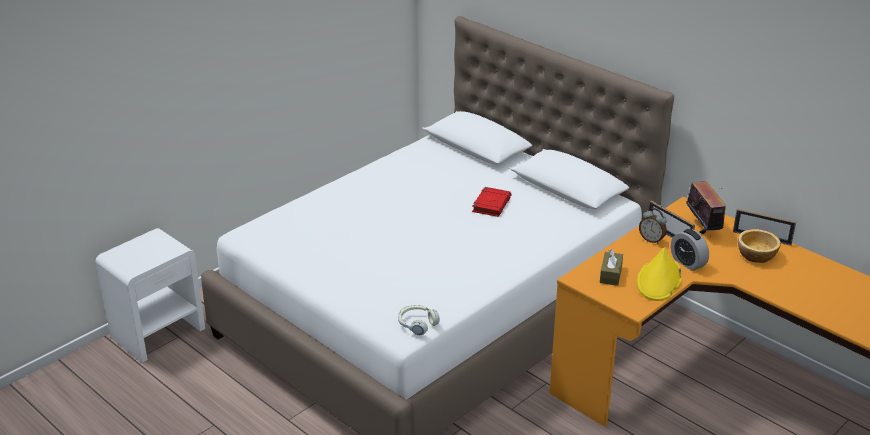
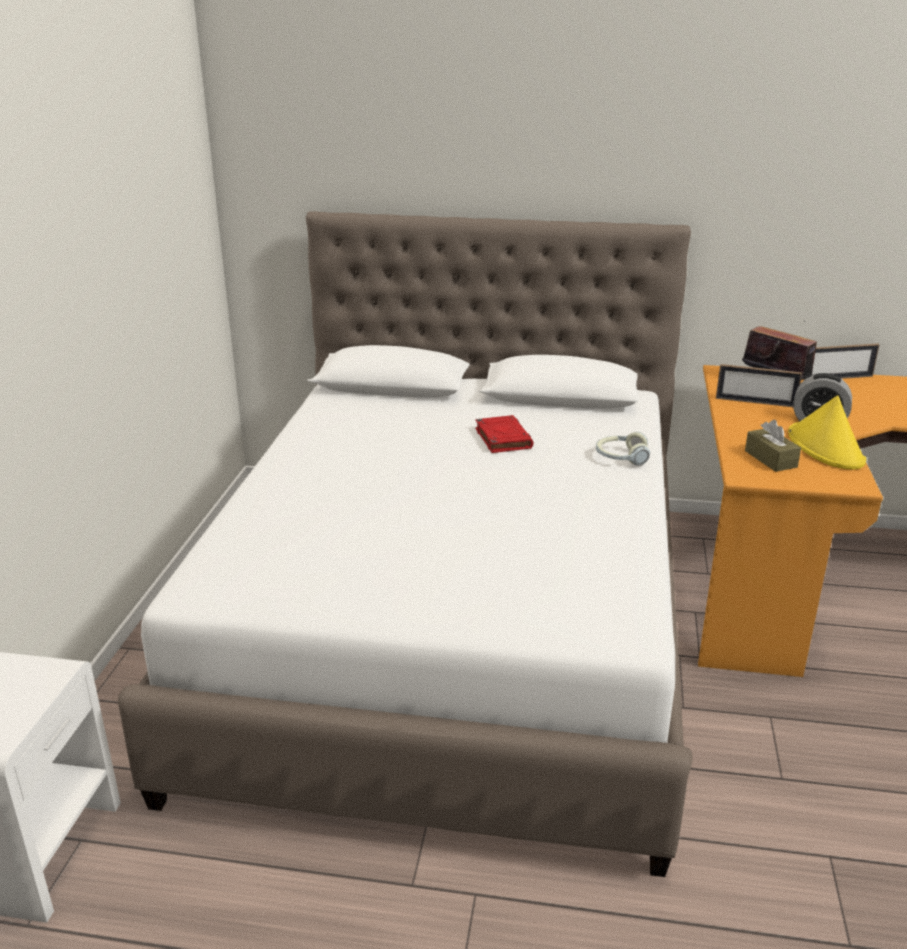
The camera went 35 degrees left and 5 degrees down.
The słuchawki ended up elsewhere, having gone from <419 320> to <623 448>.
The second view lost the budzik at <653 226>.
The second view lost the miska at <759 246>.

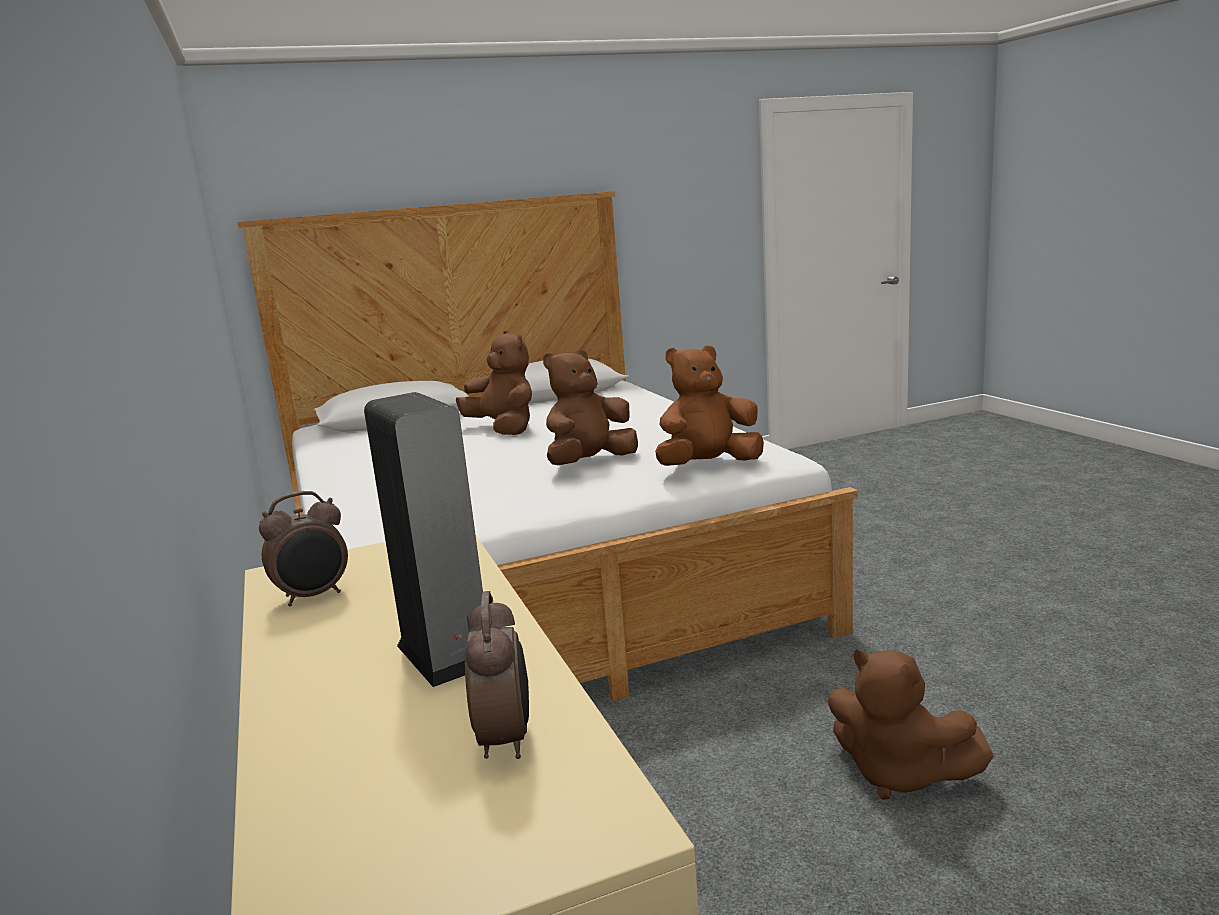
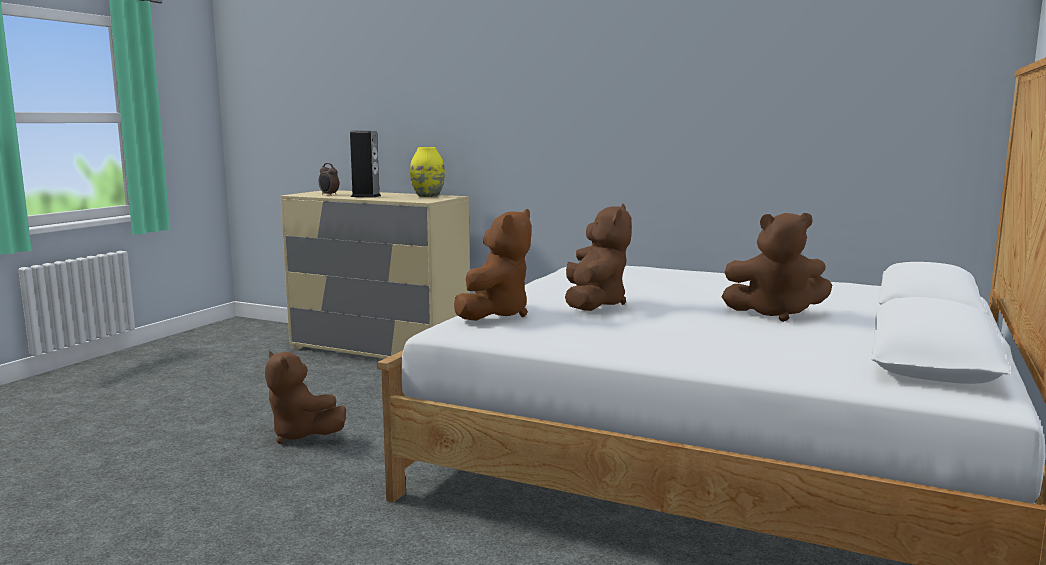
The camera went 135 degrees right and 5 degrees down.
The pluszak [brązowy] at <911 724> ended up facing another way, 135 degrees counterclockwise from before.
Where the budzik stood at <303 548>, the wazon [żółty] came to stand at <427 172>.

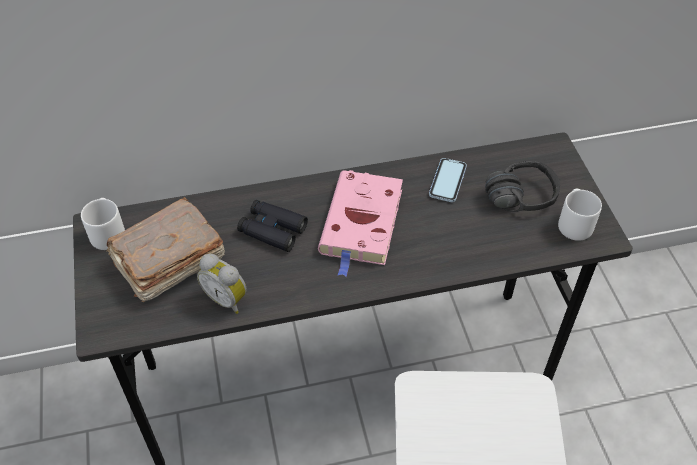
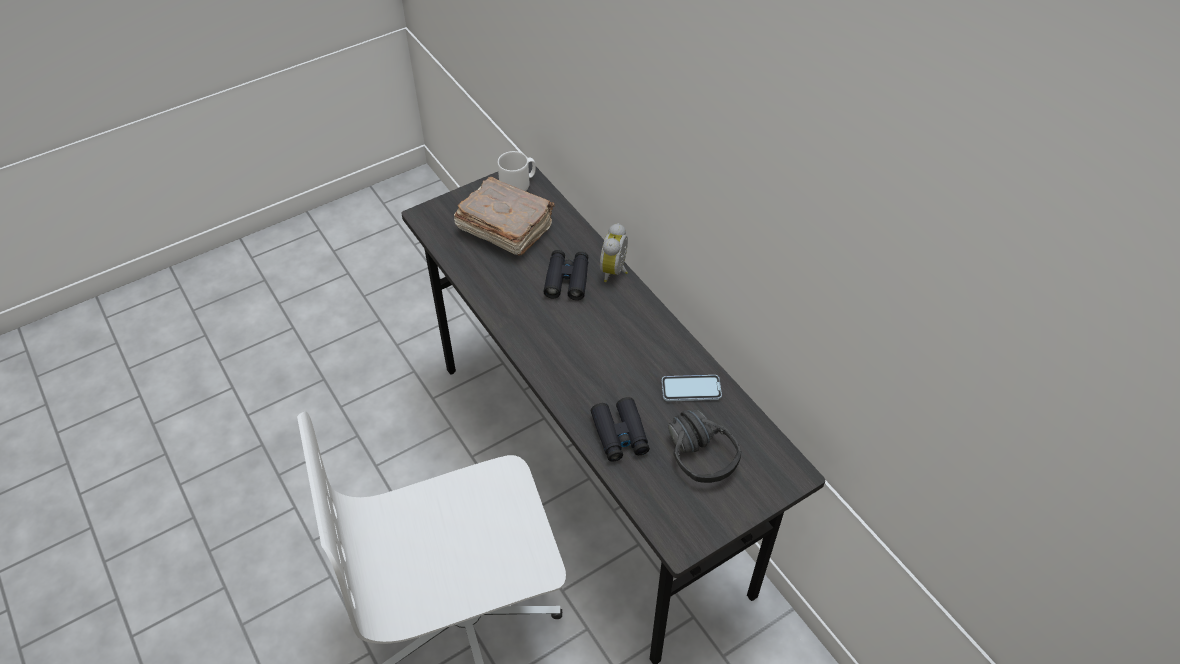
The camera went 70 degrees right and 0 degrees up.
The second view gained the lornetka [czarny] at <620 429>.
The budzik ended up elsewhere, having gone from <222 284> to <614 252>.
The second view lost the książka [różowy] at <360 223>.
The second view lost the kubek [biały] at <580 215>.

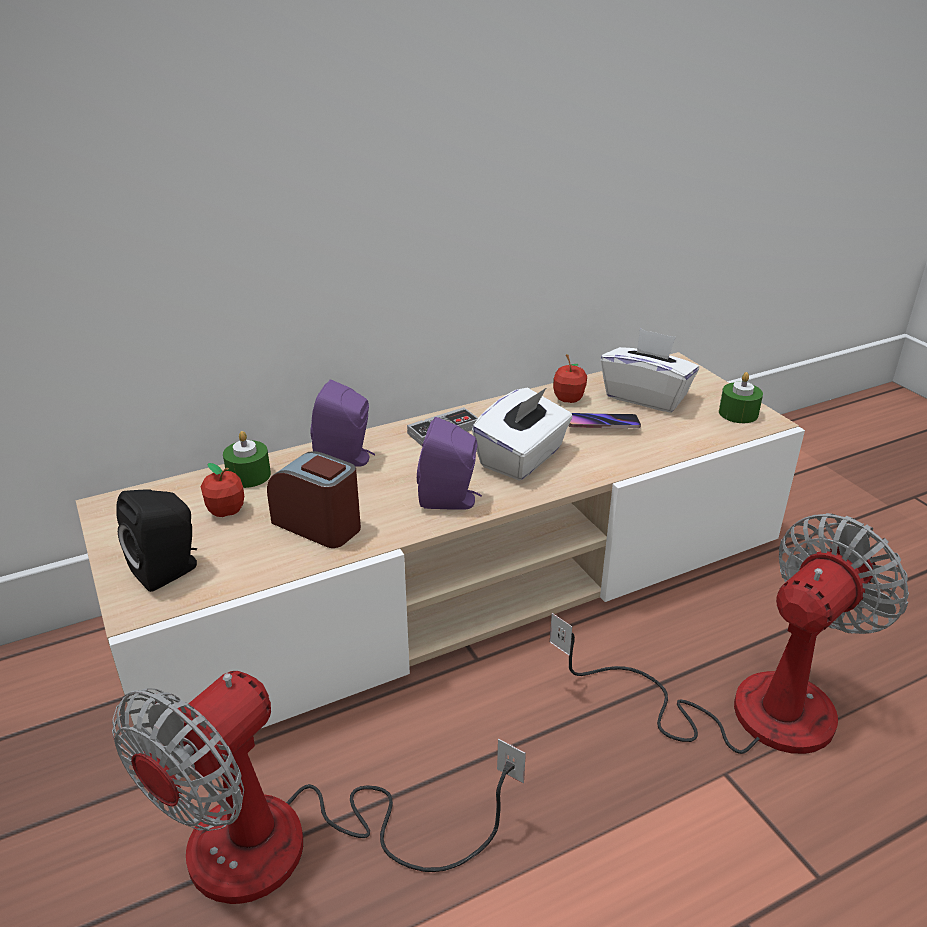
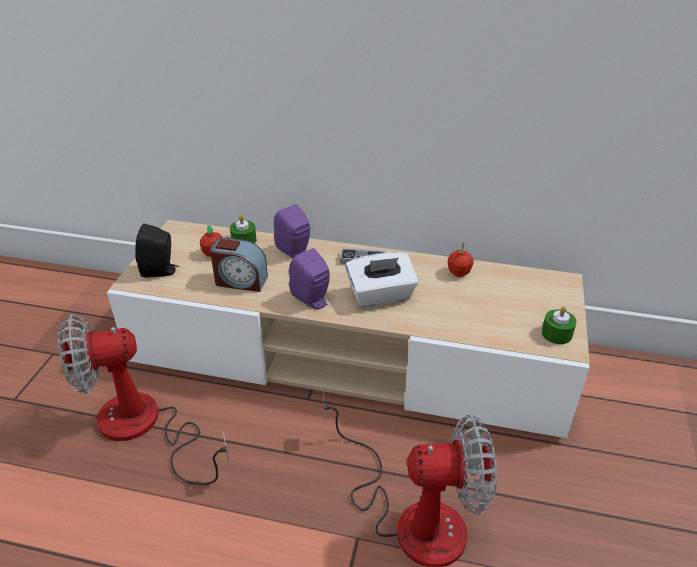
The camera went 40 degrees right and 5 degrees up.
The budzik at <314 499> ended up facing another way, 120 degrees clockwise from before.
The second view lost the telefon at <604 421>.
The second view lost the pudełko chusteczek [biały] at <650 370>.

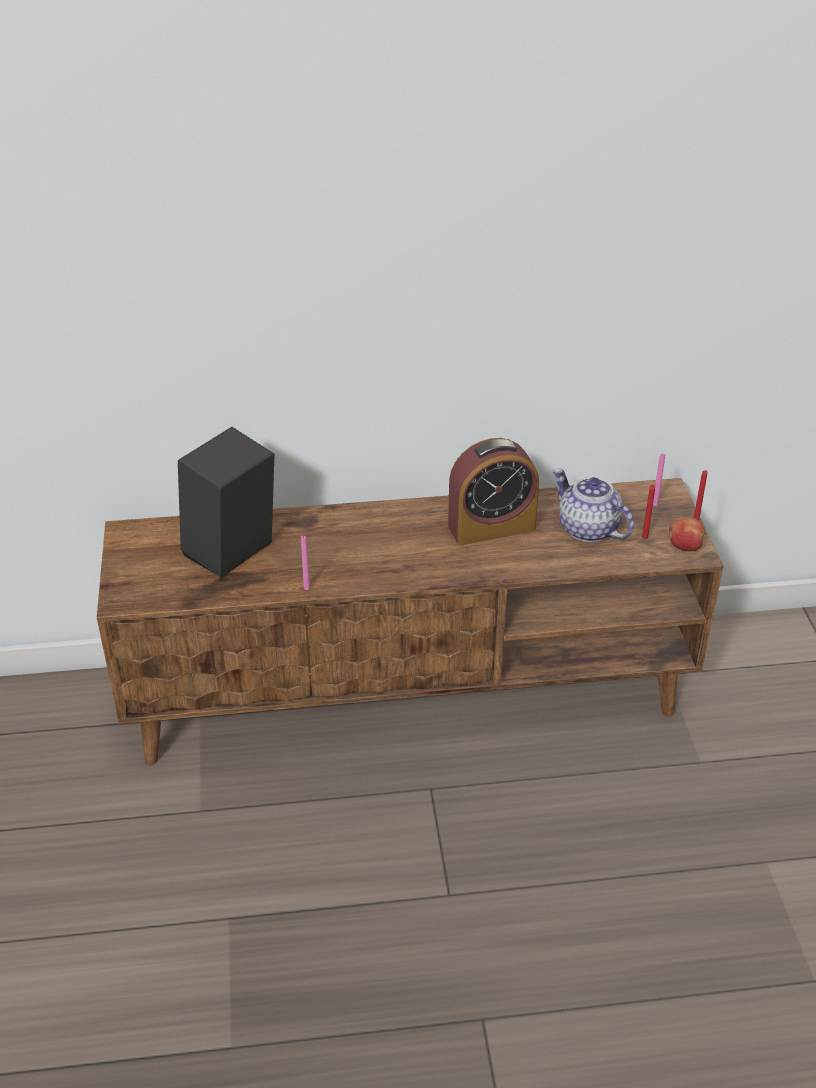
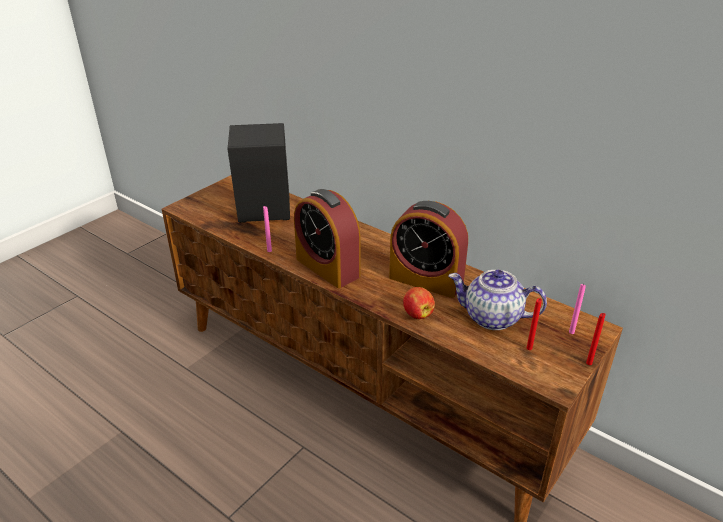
The camera went 45 degrees right and 5 degrees down.
The second view gained the budzik at <327 238>.
The jabłko ended up elsewhere, having gone from <686 534> to <419 303>.
The imbryk at <593 505> ended up facing another way, 75 degrees counterclockwise from before.

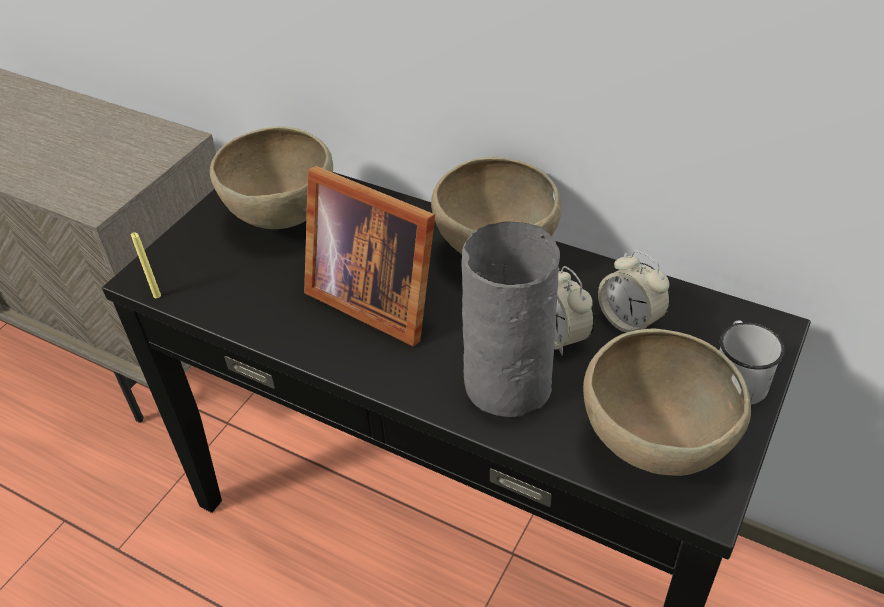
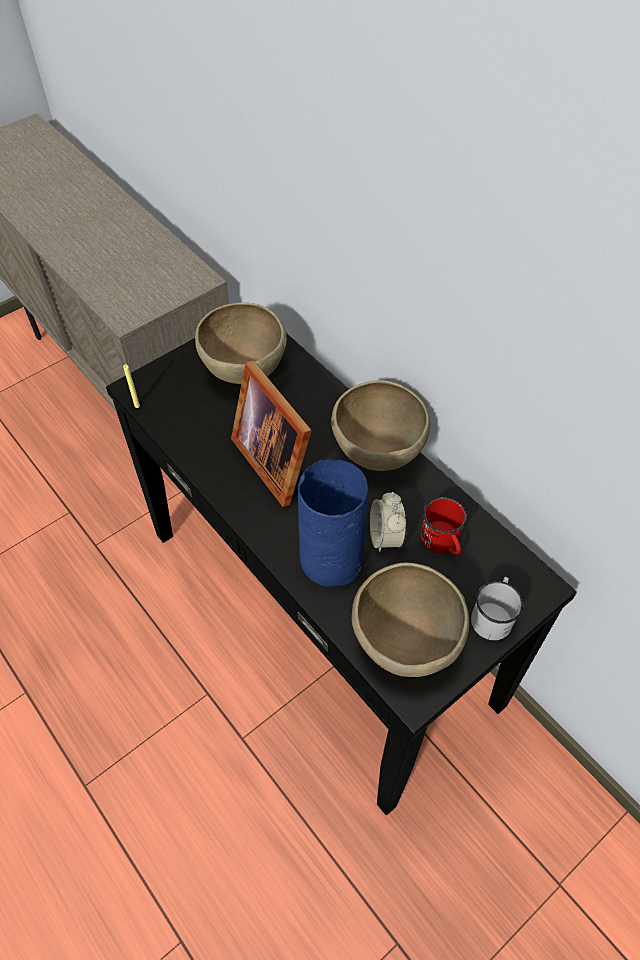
The camera went 20 degrees right and 10 degrees up.
What was the wazon [szary] at <510 319> turned into the wazon [niebieski] at <333 523>.
Where the budzik stood at <634 291>, the kubek [czerwony] came to stand at <444 526>.

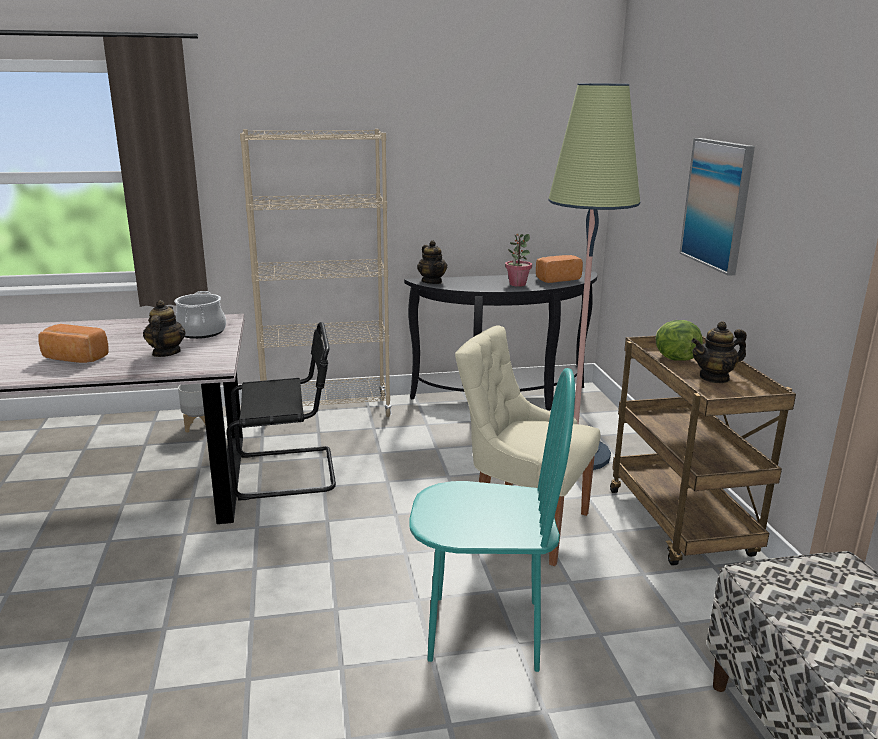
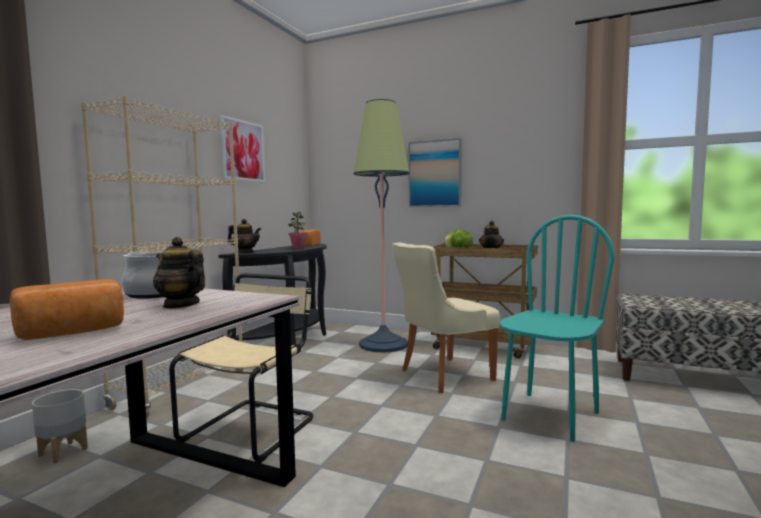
The camera went 55 degrees left and 15 degrees down.
What was the krzesło [czarny] at <281 411> turned into the krzesło [beżowy] at <241 368>.
The second view gained the obraz at <242 148>.

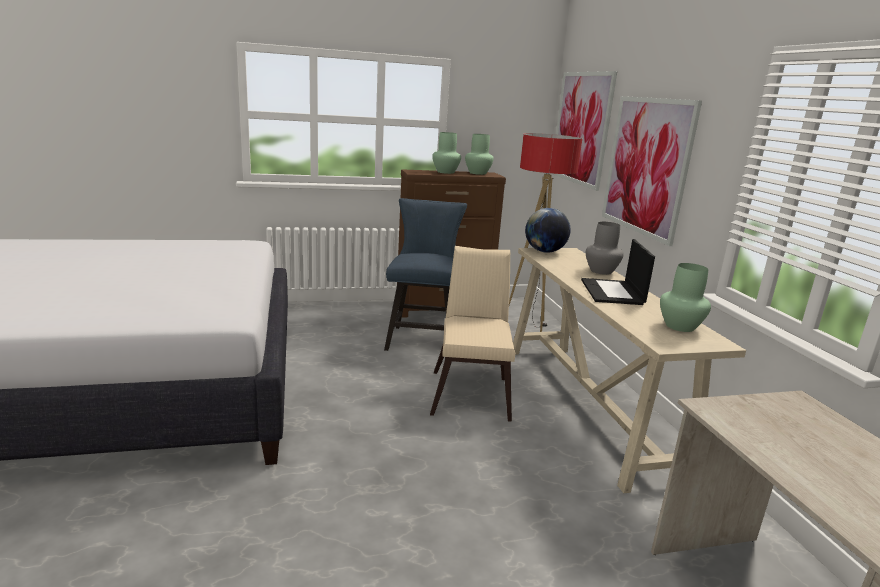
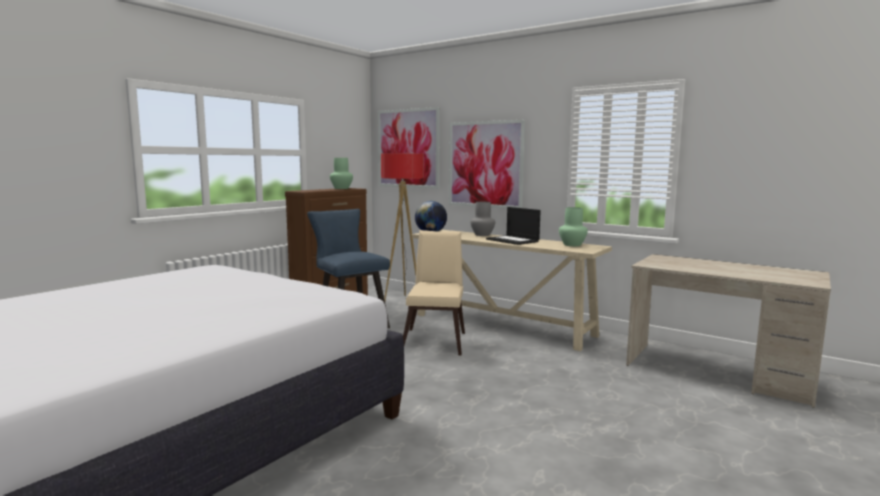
The camera went 40 degrees left and 10 degrees down.
The krzesło [beżowy] at <472 334> ended up facing another way, 45 degrees clockwise from before.
The second view lost the wazon [zielony] at <446 153>.

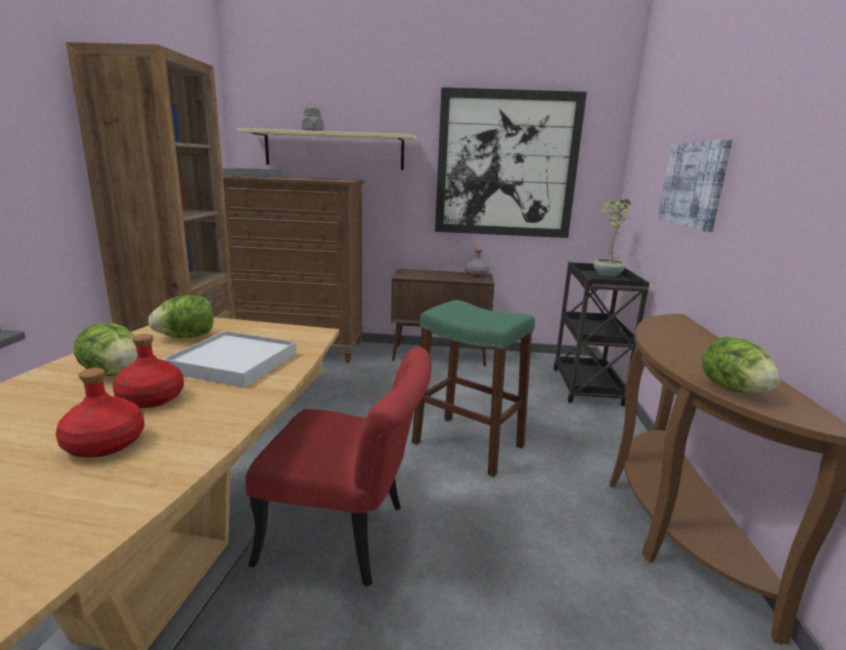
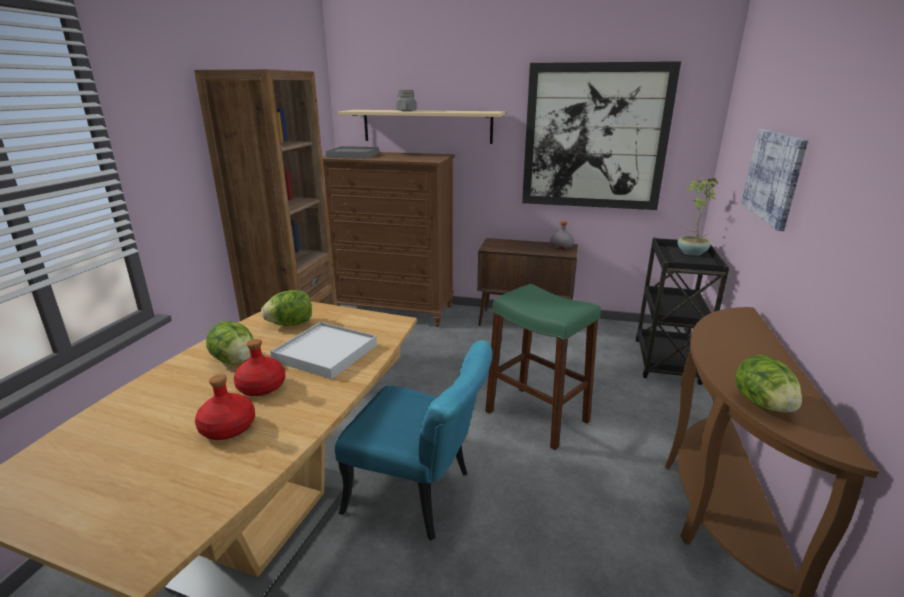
The camera went 10 degrees right and 5 degrees up.
What was the krzesło [czerwony] at <339 467> turned into the krzesło [turkusowy] at <413 440>.

